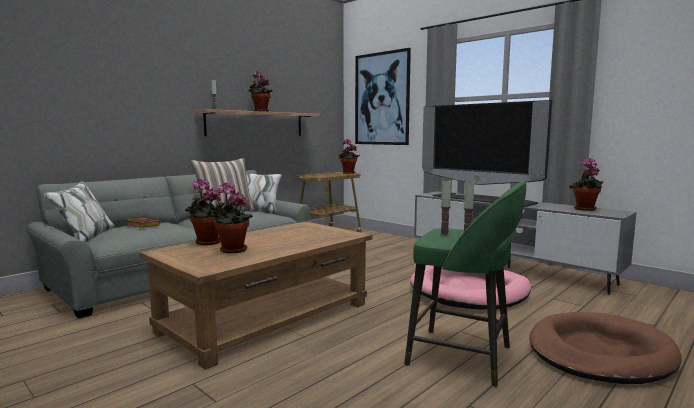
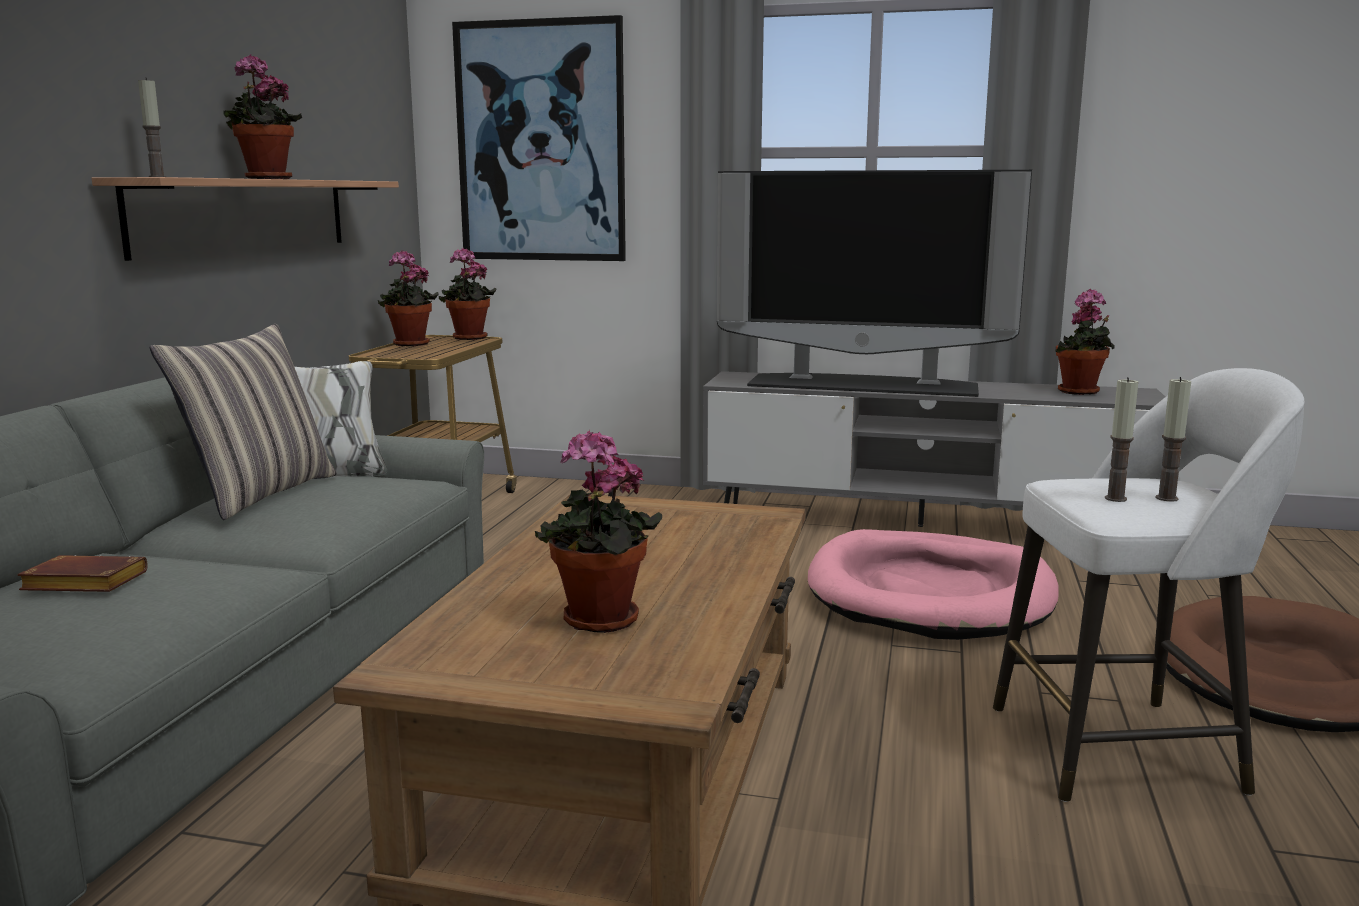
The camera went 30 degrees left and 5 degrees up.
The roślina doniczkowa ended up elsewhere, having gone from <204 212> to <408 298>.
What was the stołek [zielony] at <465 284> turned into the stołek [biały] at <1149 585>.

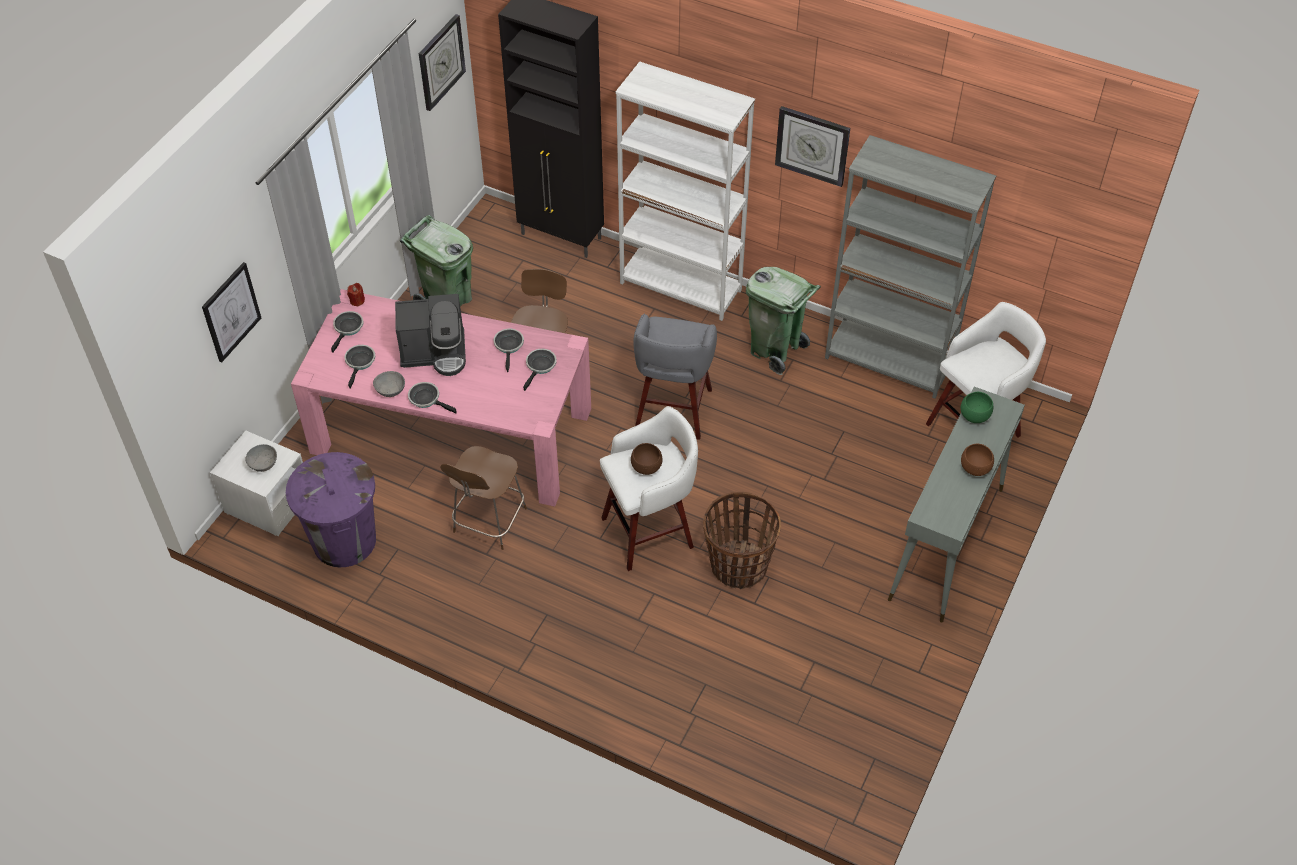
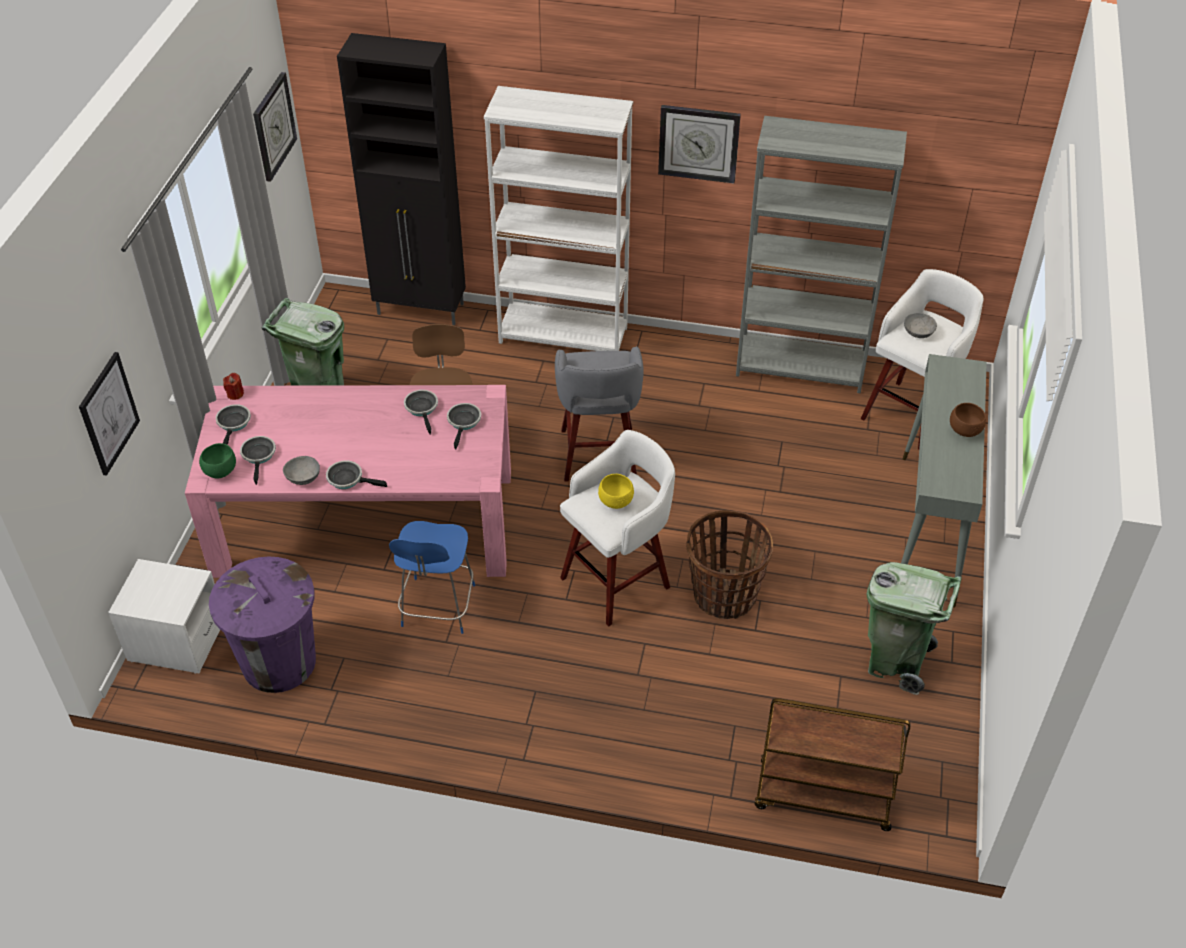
The camera went 15 degrees left and 5 degrees down.
The miska [zielony] ended up elsewhere, having gone from <977 407> to <217 460>.
What was the krzesło [brązowy] at <483 498> turned into the krzesło [niebieski] at <432 577>.
What was the miska [brązowy] at <647 459> turned into the miska [żółty] at <616 491>.
The second view gained the wózek [brązowy] at <832 764>.
The kosz na śmieci [zielony] ended up elsewhere, having gone from <783 321> to <914 628>.
The miska [szary] ended up elsewhere, having gone from <261 458> to <920 325>.
The second view lost the ekspres do kawy at <430 335>.

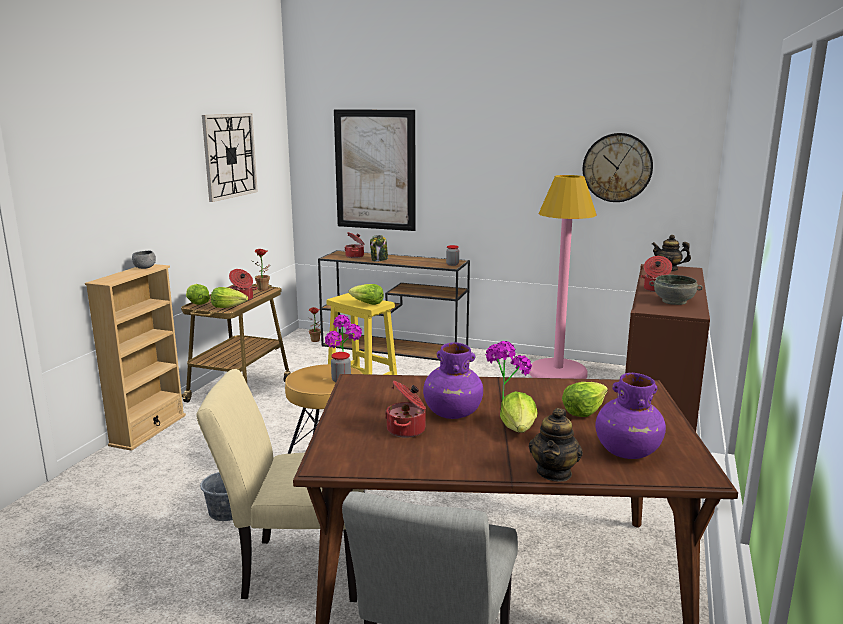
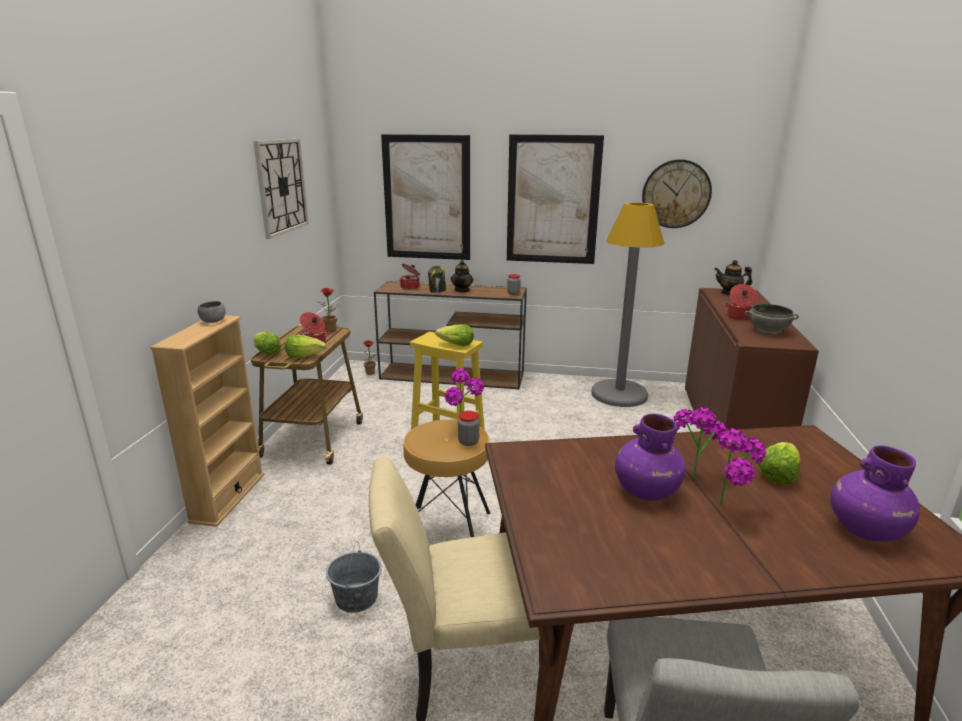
The camera went 10 degrees left and 5 degrees up.
The imbryk ended up elsewhere, having gone from <556 445> to <462 276>.
The second view gained the obraz at <555 199>.
What was the lampa stojąca [różowy] at <563 277> turned into the lampa stojąca [szary] at <627 304>.
Where the sałata stood at <518 412>, the roślina doniczkowa came to stand at <742 466>.
The second view lost the garnek at <405 409>.

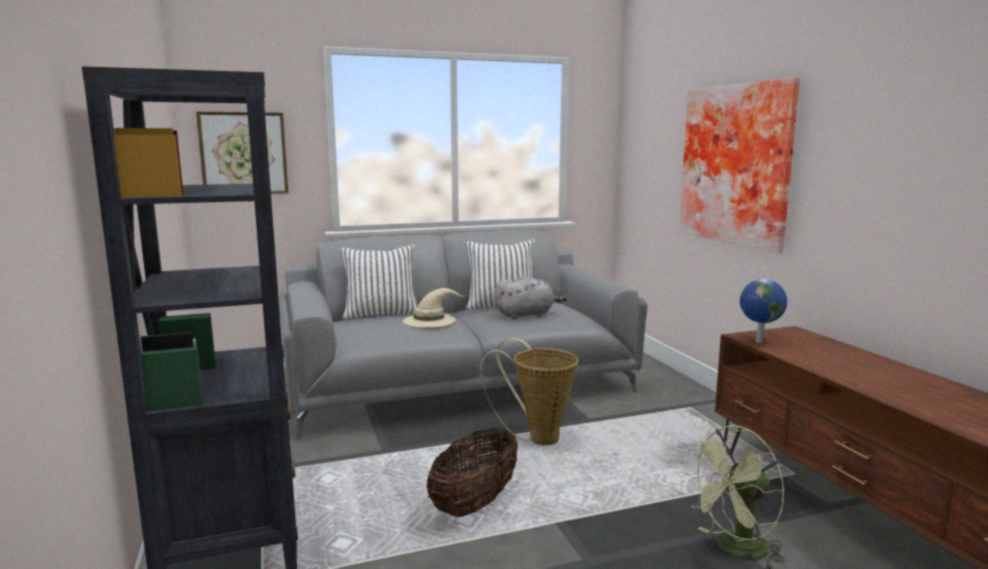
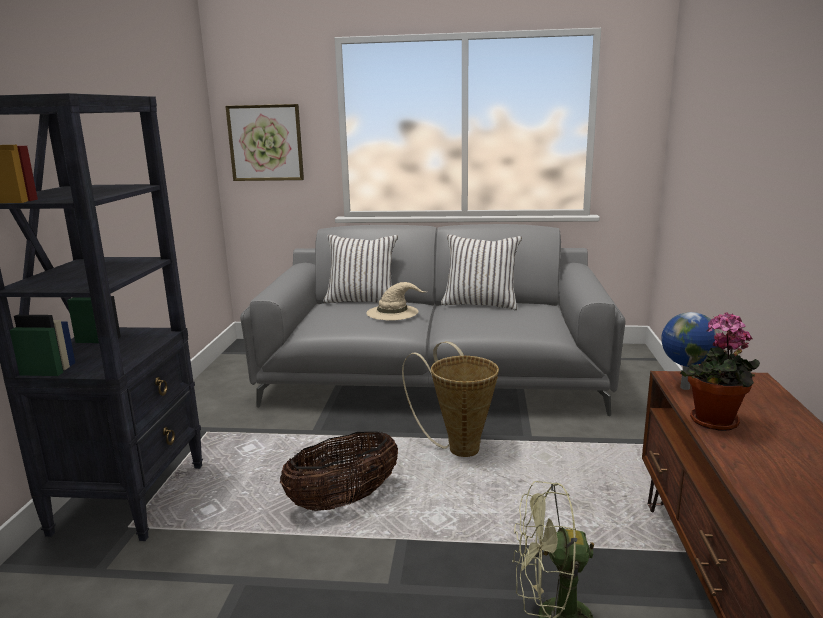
The camera went 25 degrees right and 5 degrees up.
The second view gained the roślina doniczkowa at <720 371>.
The second view lost the pluszak [szary] at <530 297>.
The second view lost the obraz at <739 165>.

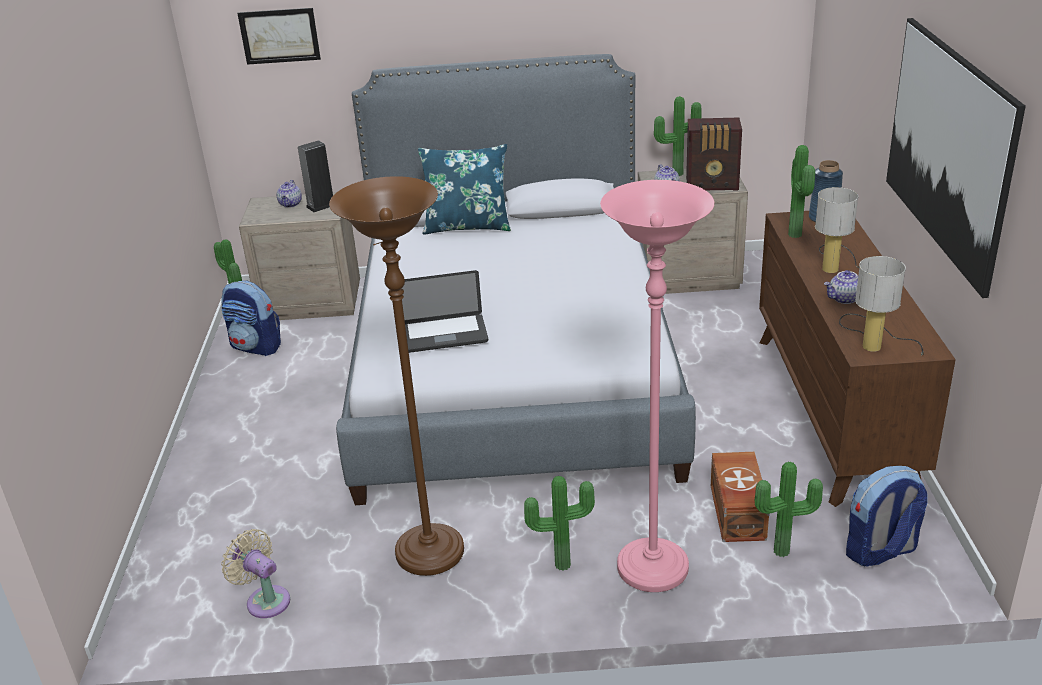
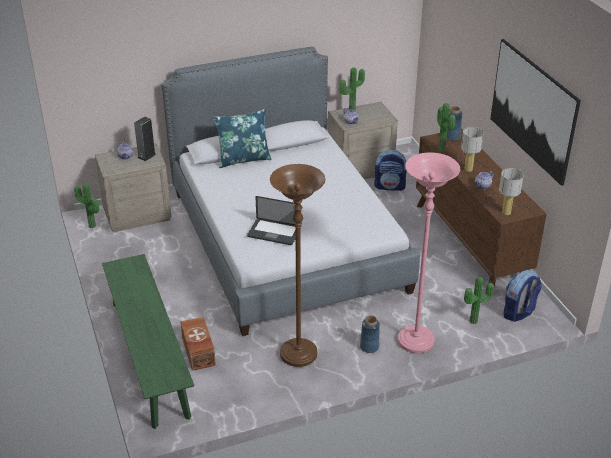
The camera went 20 degrees left and 5 degrees up.
The second view gained the ławka [zielony] at <148 341>.
The pojemnik do przechowywania [brązowy] ended up elsewhere, having gone from <740 497> to <198 344>.
The laptop at <445 311> ended up facing another way, 45 degrees clockwise from before.
Where the roślina doniczkowa stood at <559 523>, the wazon [niebieski] came to stand at <370 334>.
The plecak ended up elsewhere, having gone from <251 318> to <390 170>.
The second view lost the wentylator [beżowy] at <255 573>.
The second view lost the obraz at <279 36>.
The second view lost the radio at <714 154>.

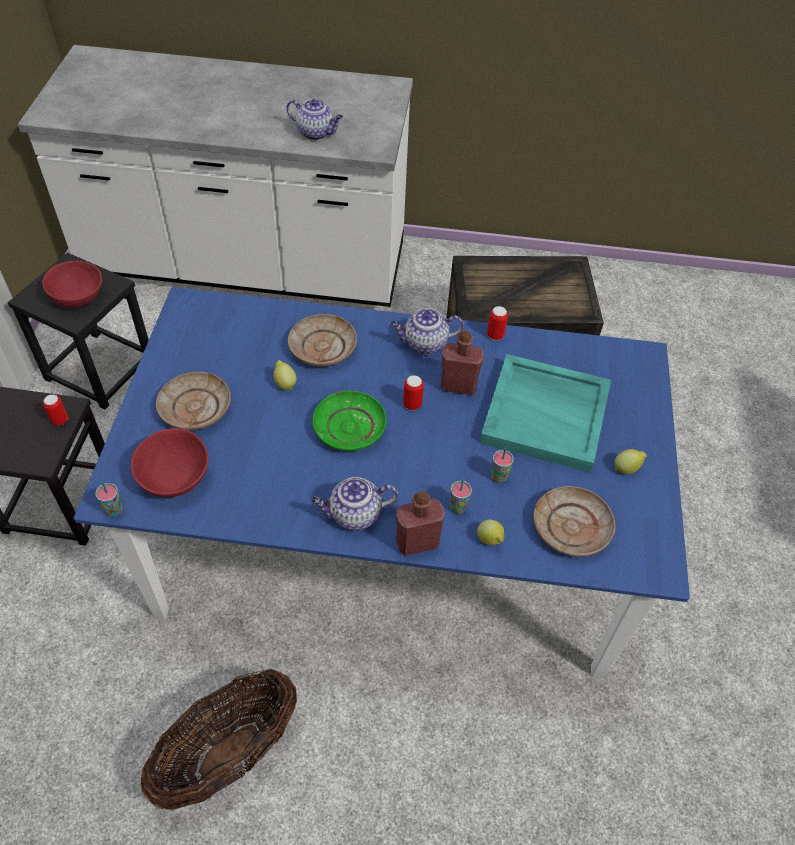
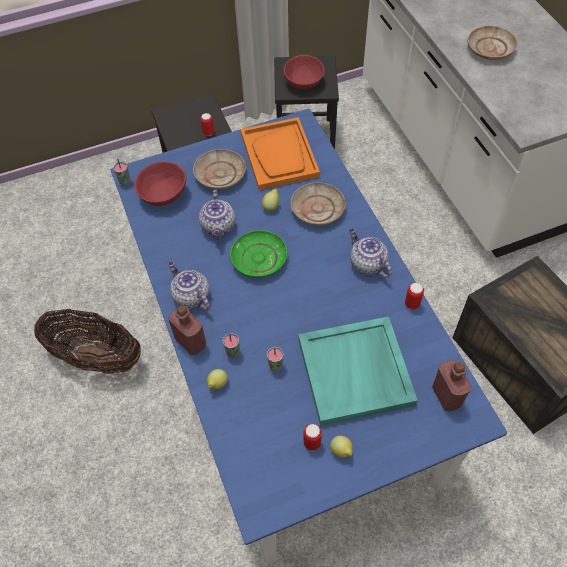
The camera went 65 degrees right and 5 degrees up.
The imbryk ended up elsewhere, having gone from <314 119> to <217 215>.
The second view gained the taca [pomarańczowy] at <280 153>.
The puszka ended up elsewhere, having gone from <413 392> to <312 437>.
The butelka [czerwony] ended up elsewhere, having gone from <462 363> to <452 386>.
The talerz [beżowy] ended up elsewhere, having gone from <574 521> to <492 43>.

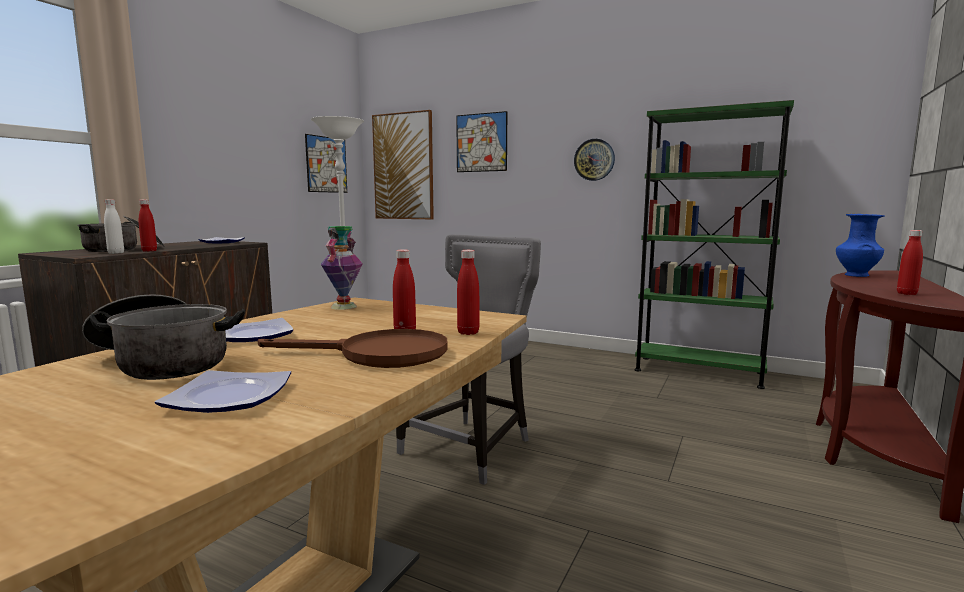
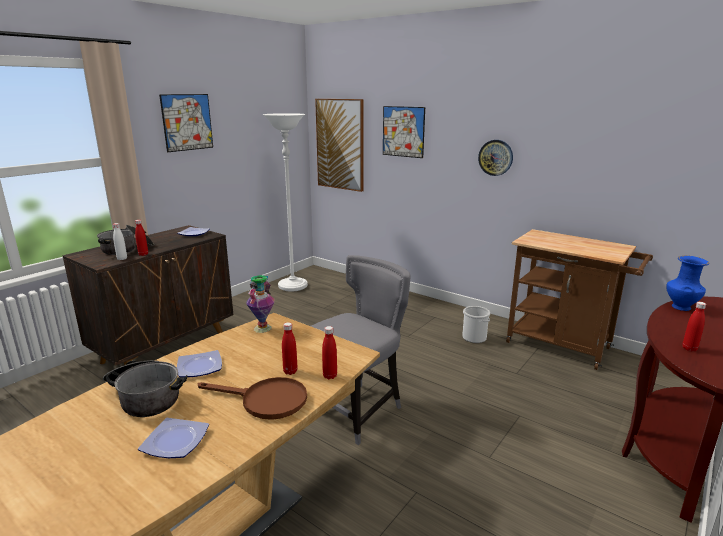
The camera went 10 degrees right and 10 degrees up.
The obraz ended up elsewhere, having gone from <326 163> to <186 123>.
The second view gained the wiadro at <476 324>.
Where the regał [zielony] stood at <714 244>, the wózek [brązowy] came to stand at <579 299>.

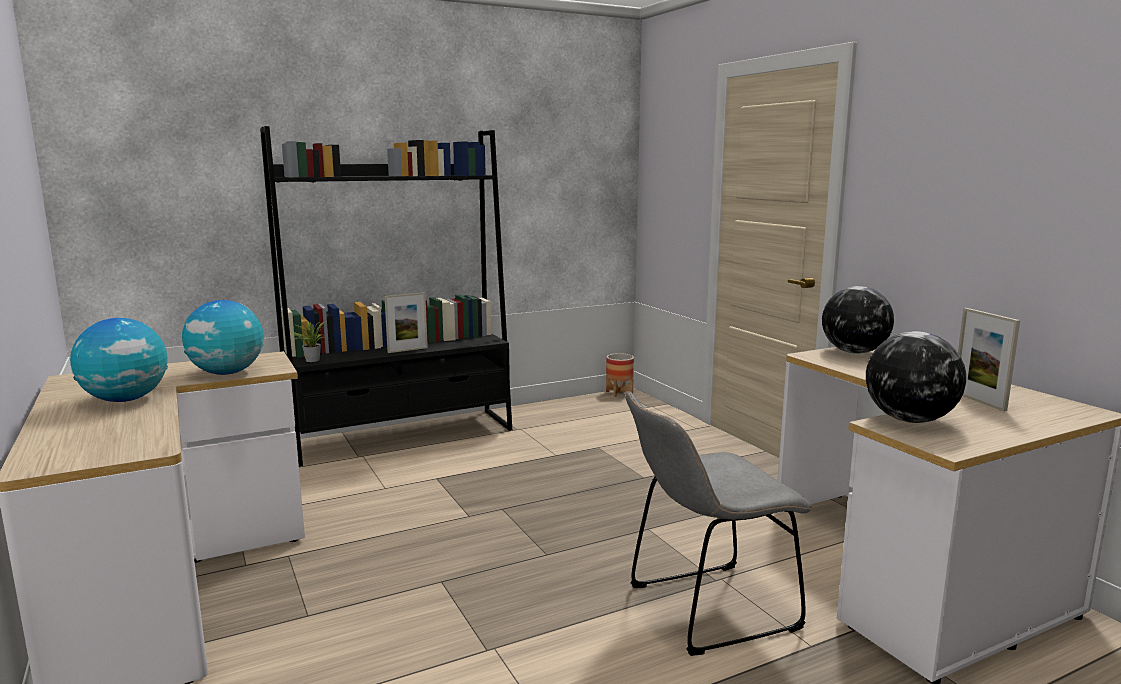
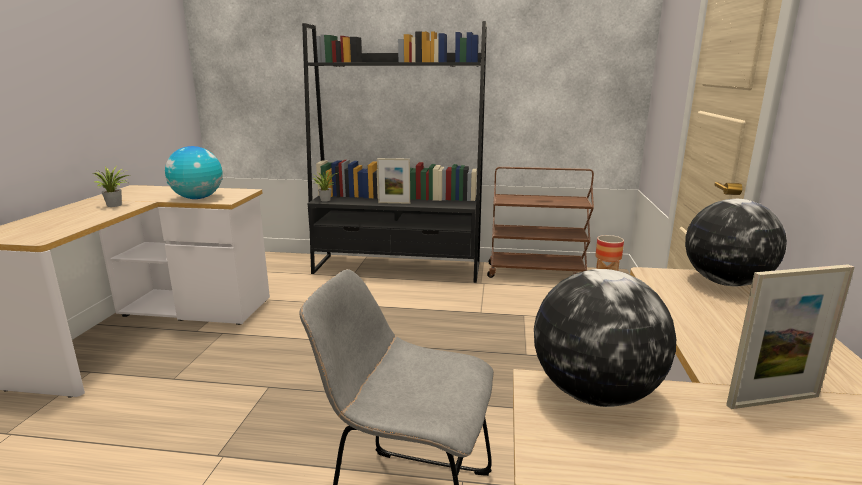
The camera went 35 degrees right and 5 degrees up.
Where the globus stood at <119 360>, the roślina doniczkowa came to stand at <110 186>.
The second view gained the wózek [brązowy] at <540 222>.
The ramka na zdjęcie at <989 359> ended up facing another way, 120 degrees counterclockwise from before.

